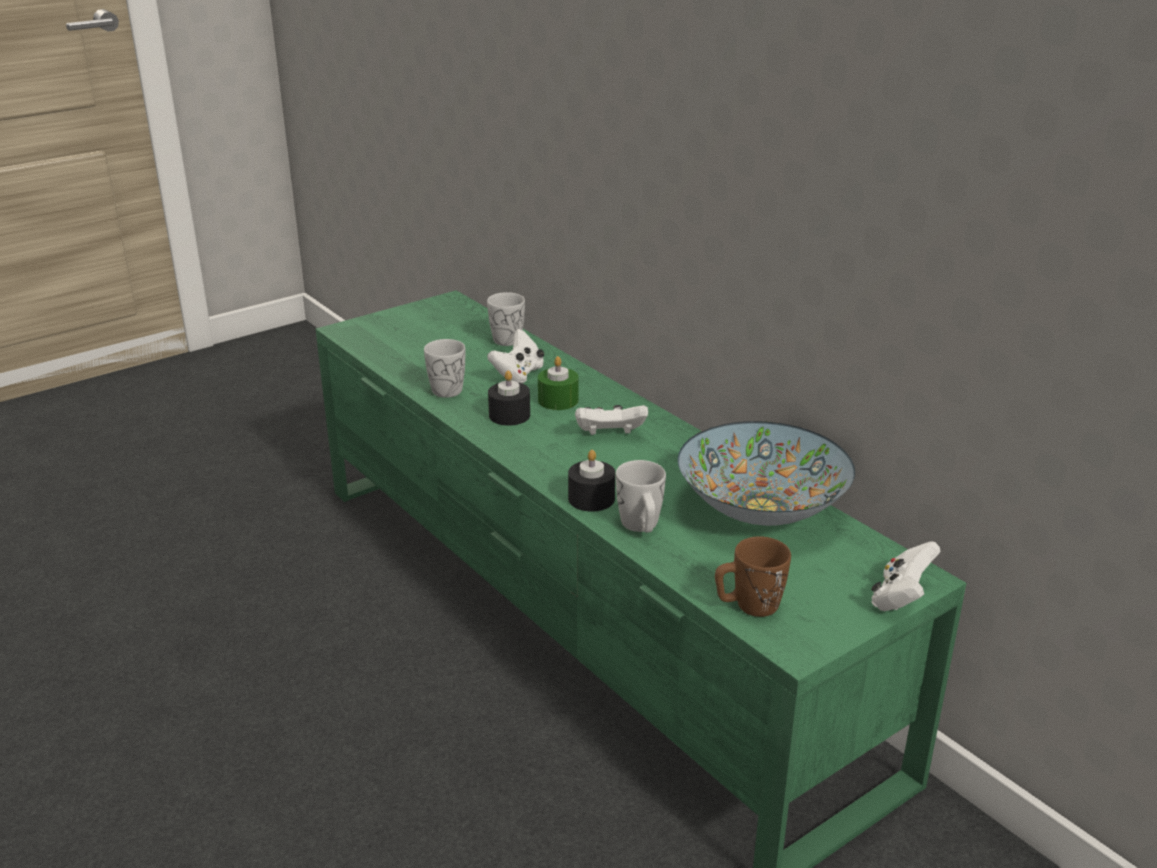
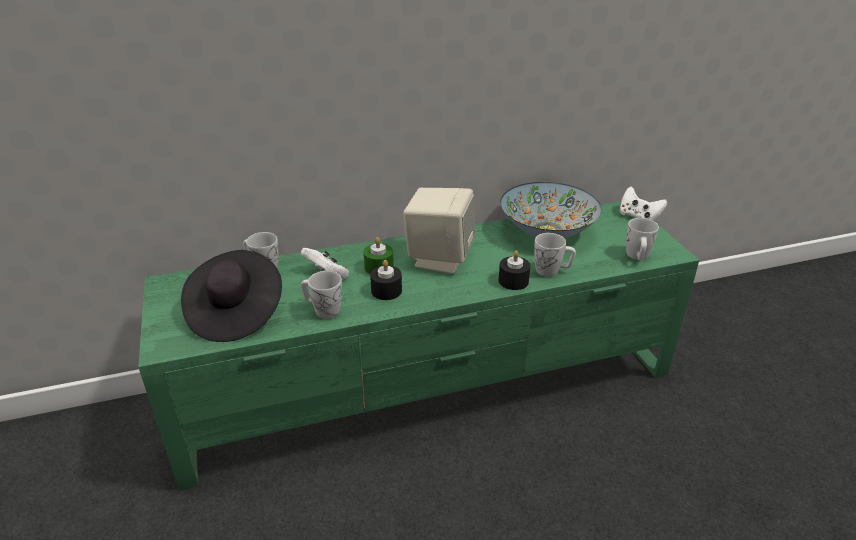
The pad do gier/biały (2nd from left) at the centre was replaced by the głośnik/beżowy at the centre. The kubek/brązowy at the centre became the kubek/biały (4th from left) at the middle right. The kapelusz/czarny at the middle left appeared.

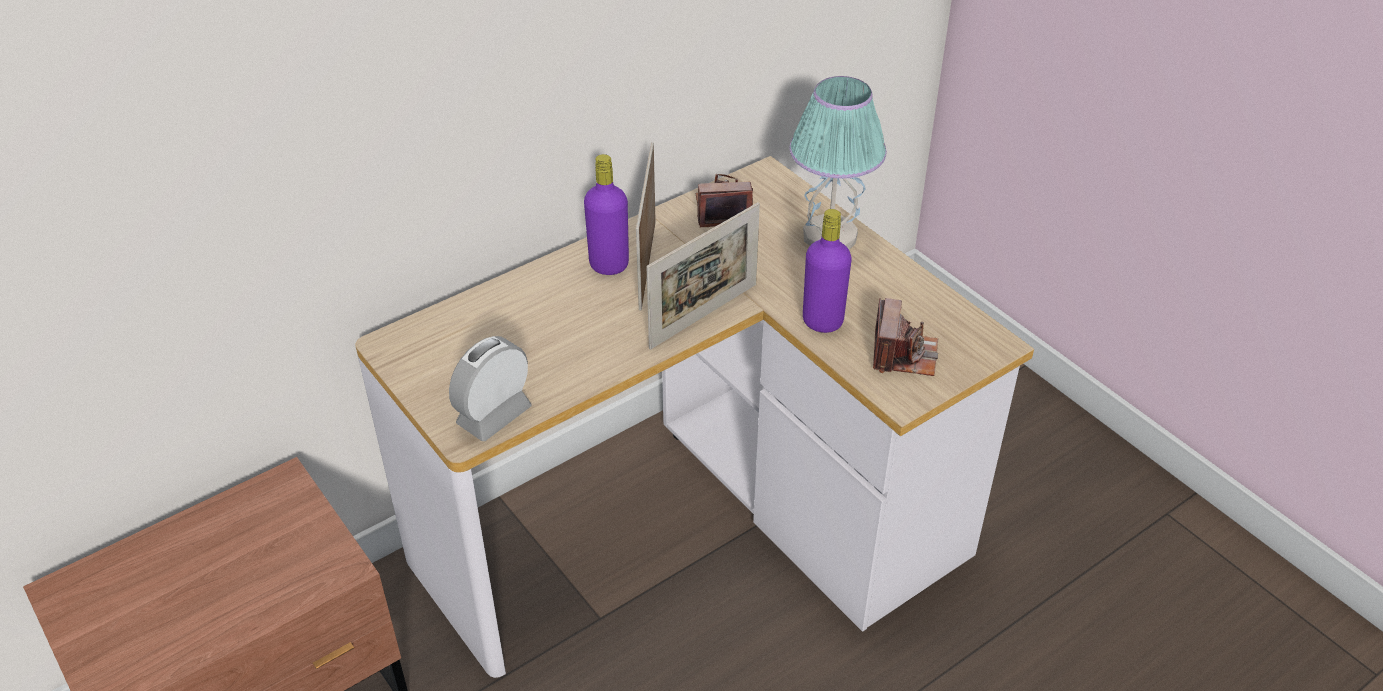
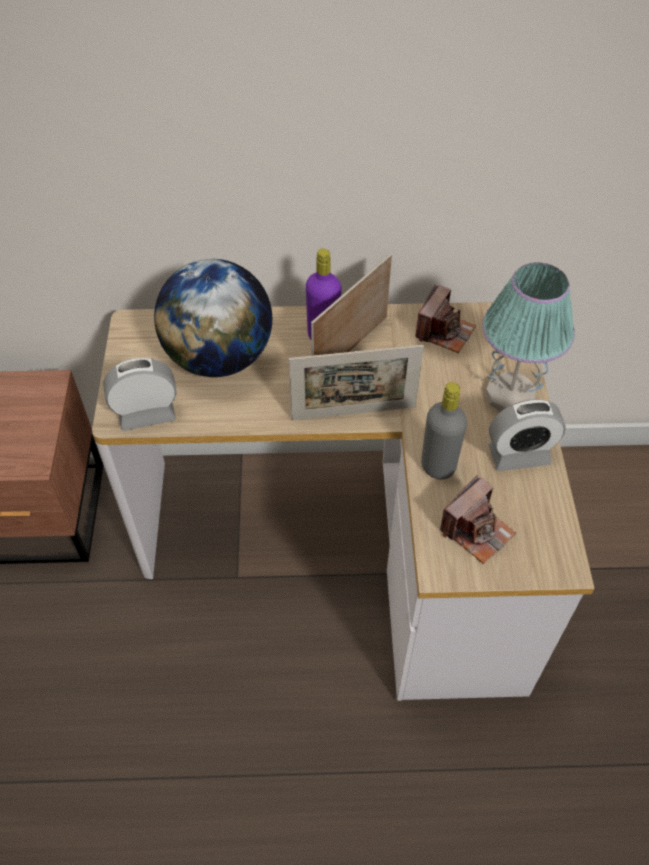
The aparat fotograficzny (1st from left) at the top centre turned 90 degrees clockwise. The butelka/fioletowy (2nd from left) at the centre became the butelka/szary at the middle right. The globus at the middle left appeared. The budzik (2nd from left) at the middle right appeared.

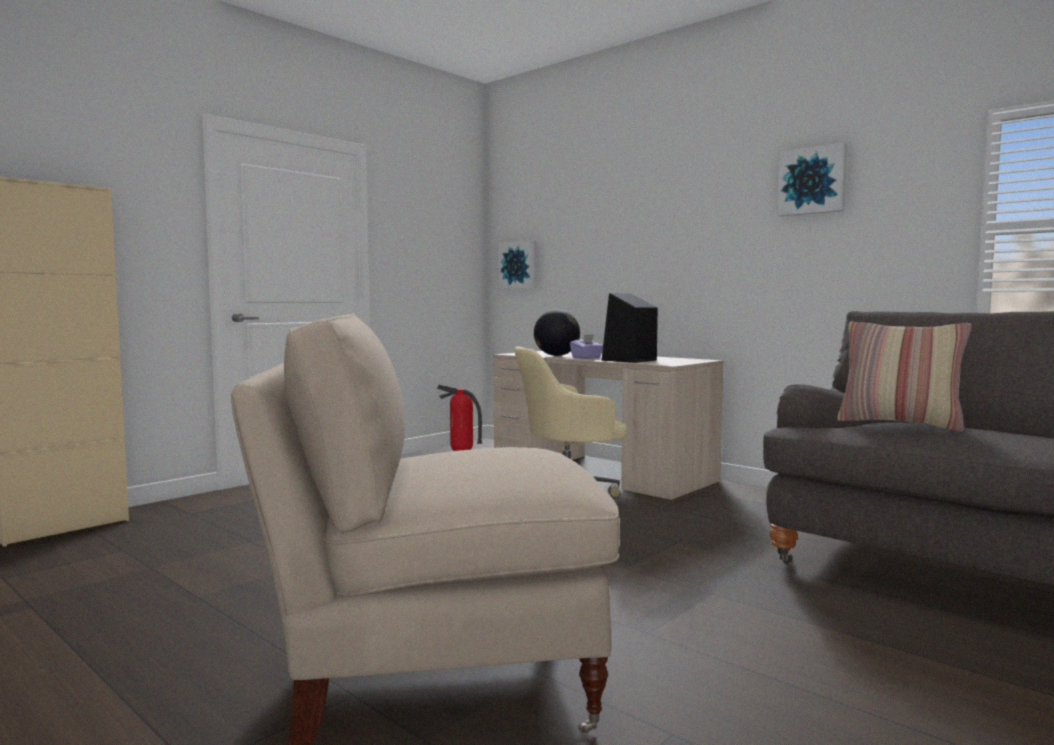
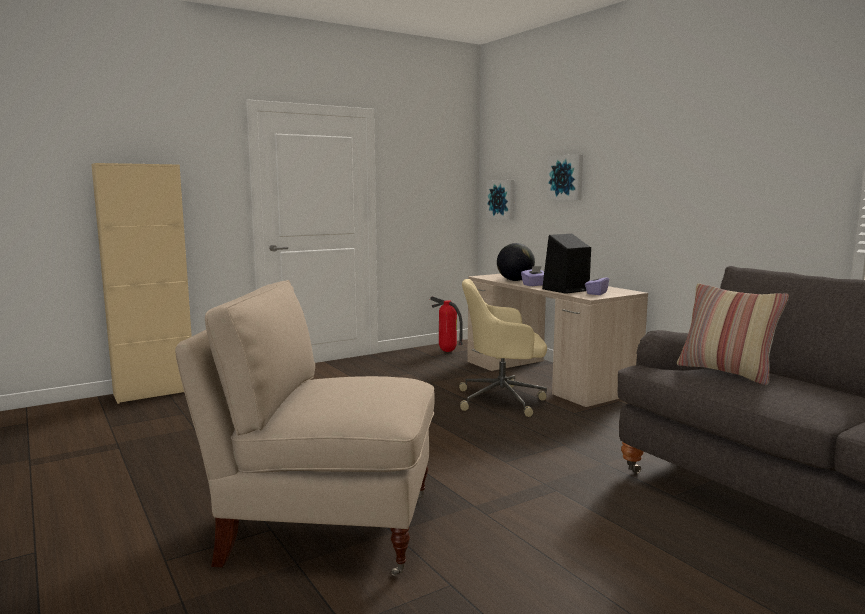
The obraz (2nd from left) moved from the top right to the top centre. The pudełko chusteczek/fioletowy (2nd from left) at the middle right appeared.

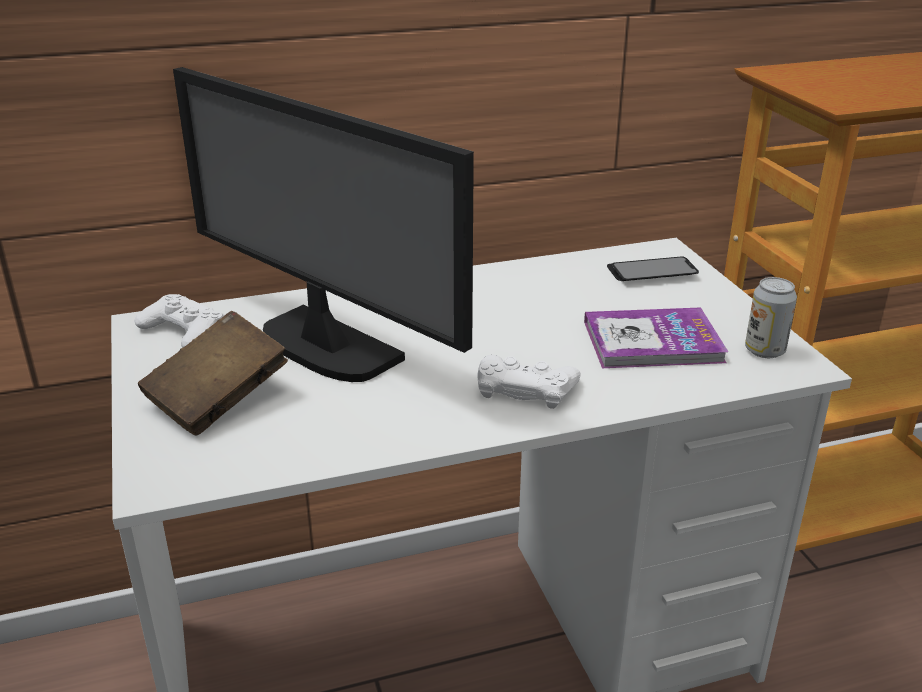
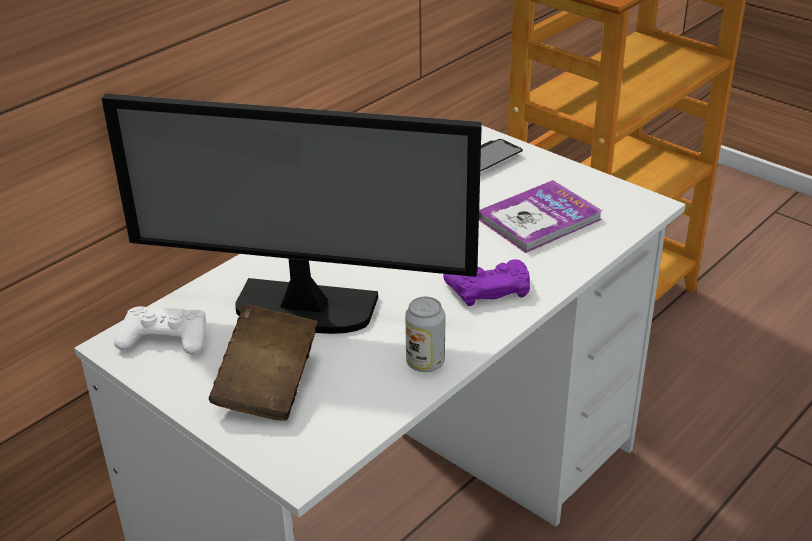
The pad do gier/biały (2nd from left) at the centre became the pad do gier/fioletowy at the centre. The puszka moved from the middle right to the centre.

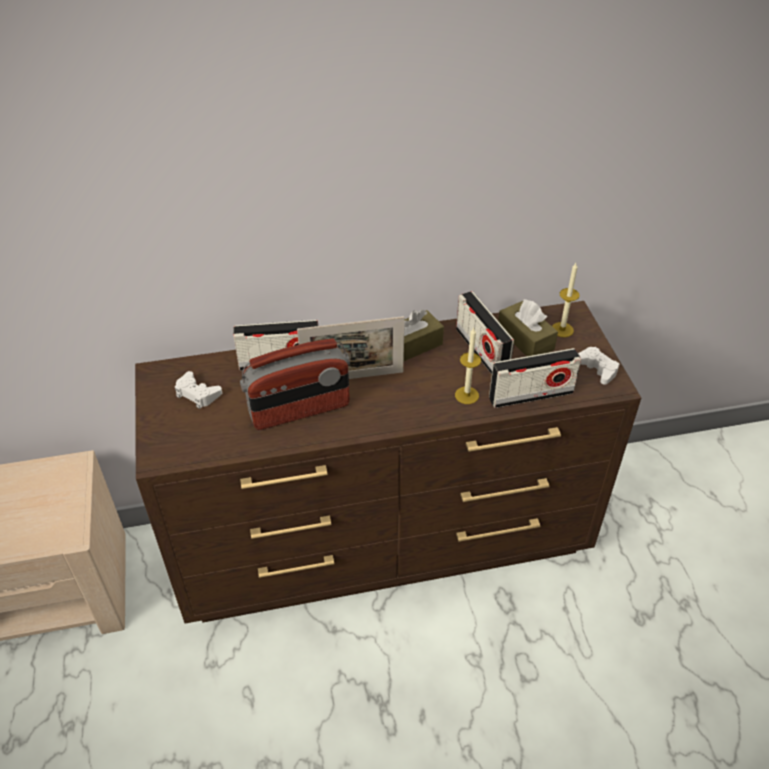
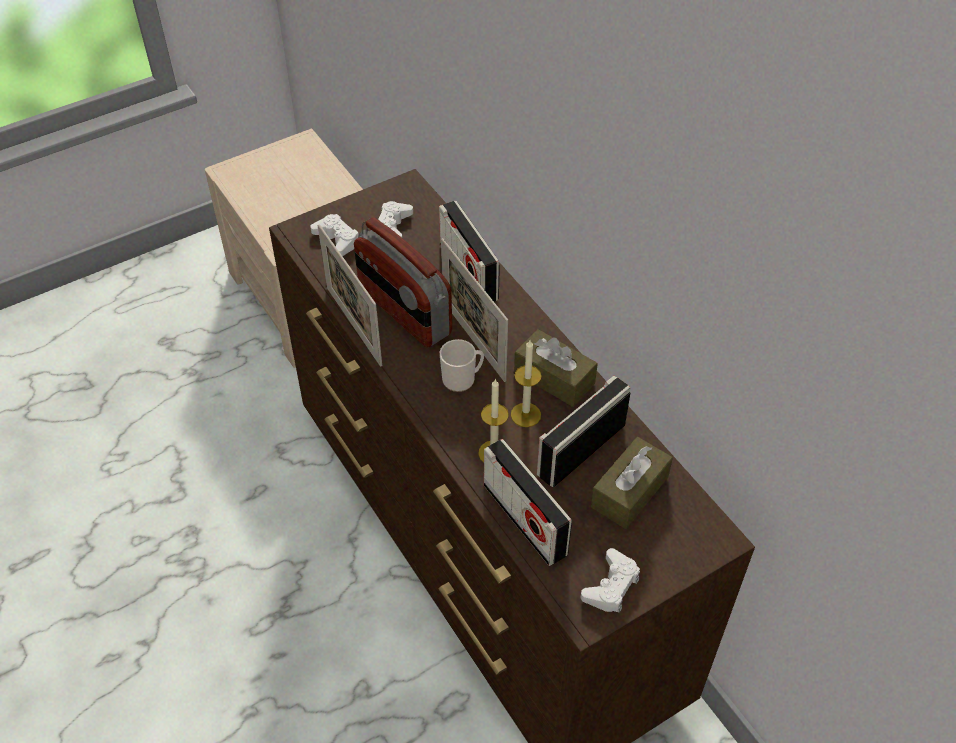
The świeca (2nd from left) moved from the middle right to the centre. The pad do gier/biały (1st from left) at the top centre appeared. The ramka na zdjęcie (1st from left) at the centre appeared. The kubek at the centre appeared.

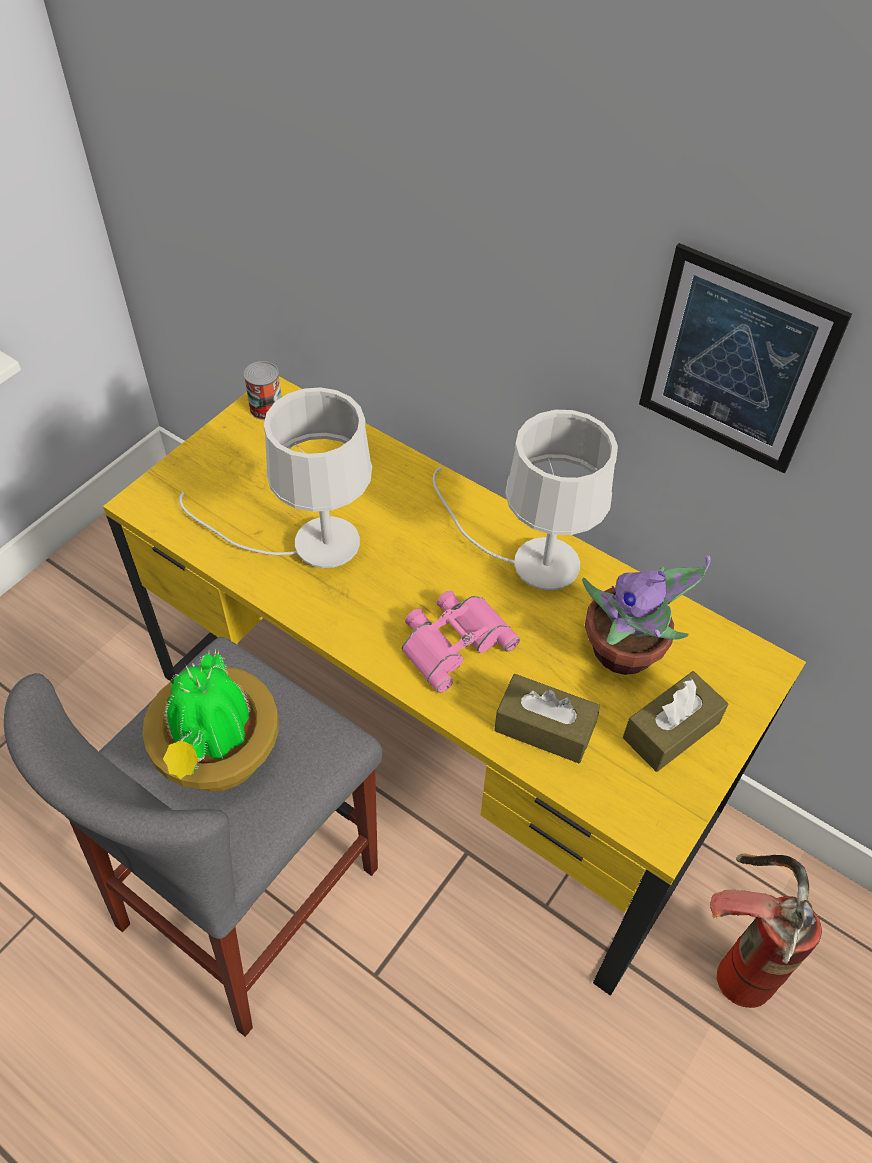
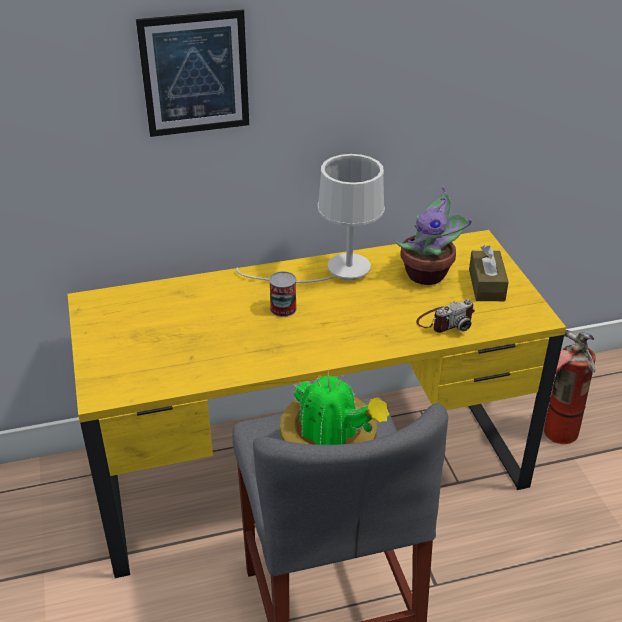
The lampa stołowa/biały (1st from left) at the middle left disappeared. The puszka moved from the middle left to the centre. The lornetka/różowy at the centre disappeared. The pudełko chusteczek/brązowy (1st from left) at the centre was replaced by the aparat fotograficzny at the middle right. The obraz moved from the top right to the top left.

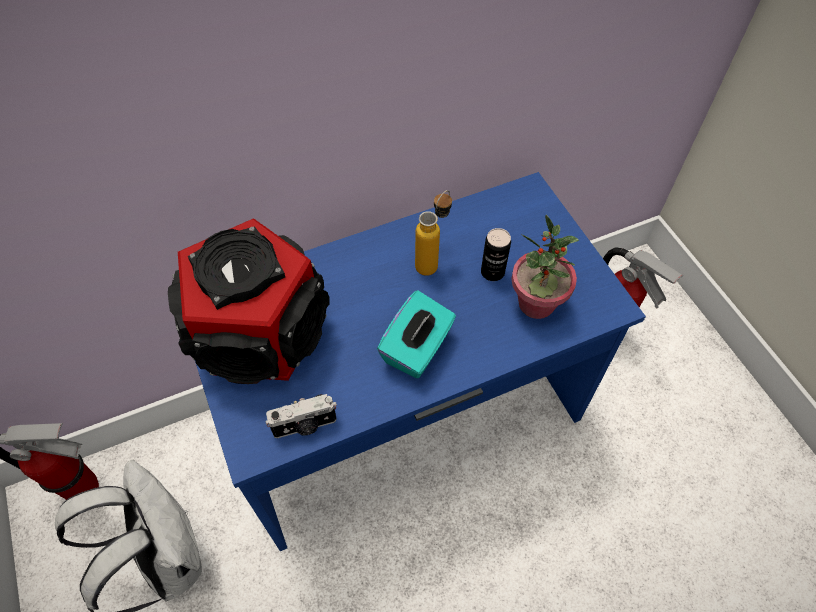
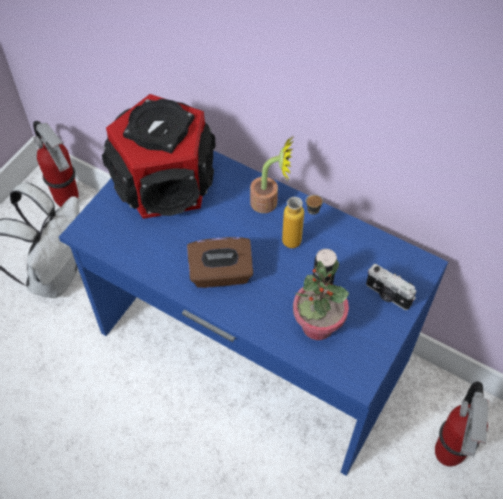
The aparat fotograficzny moved from the bottom centre to the middle right. The pudełko chusteczek/turkusowy at the centre became the pudełko chusteczek/brązowy at the centre. The roślina doniczkowa (1st from left) at the centre appeared.

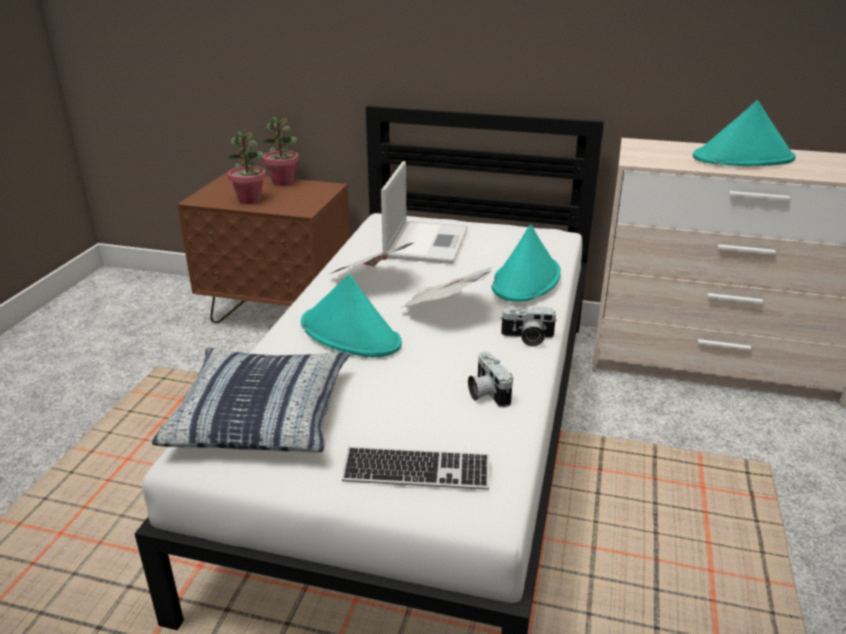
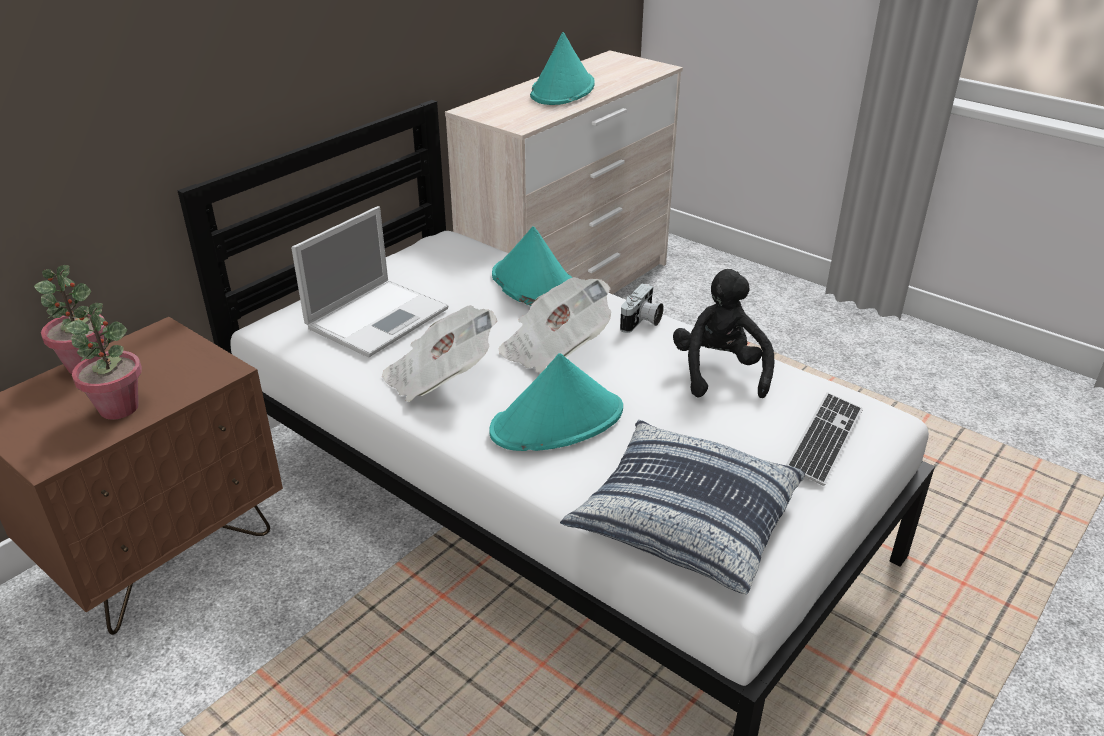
The laptop at the centre turned 90 degrees clockwise. The aparat fotograficzny (1st from left) at the centre was replaced by the pluszak/czarny at the centre.

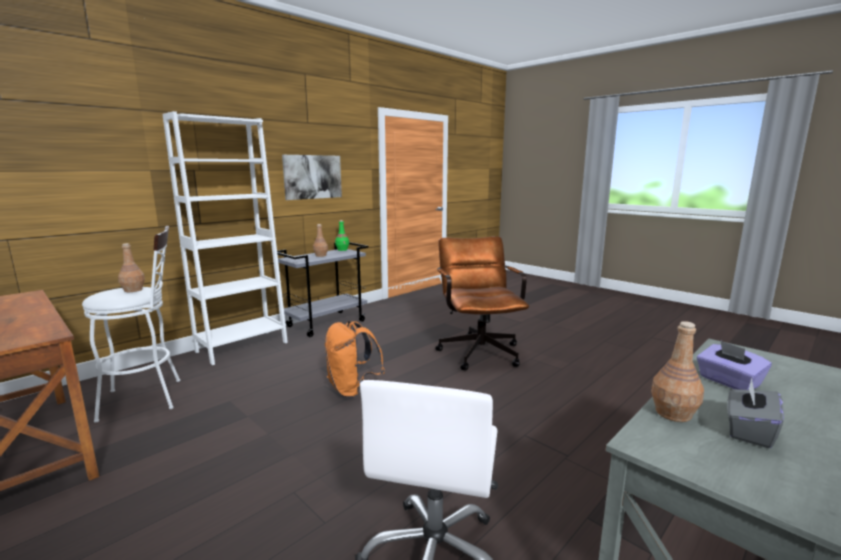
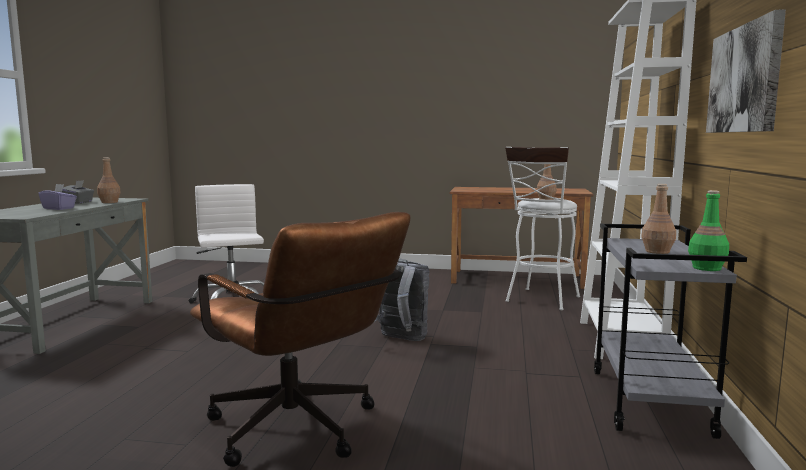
The plecak/pomarańczowy at the centre became the plecak/szary at the centre.

